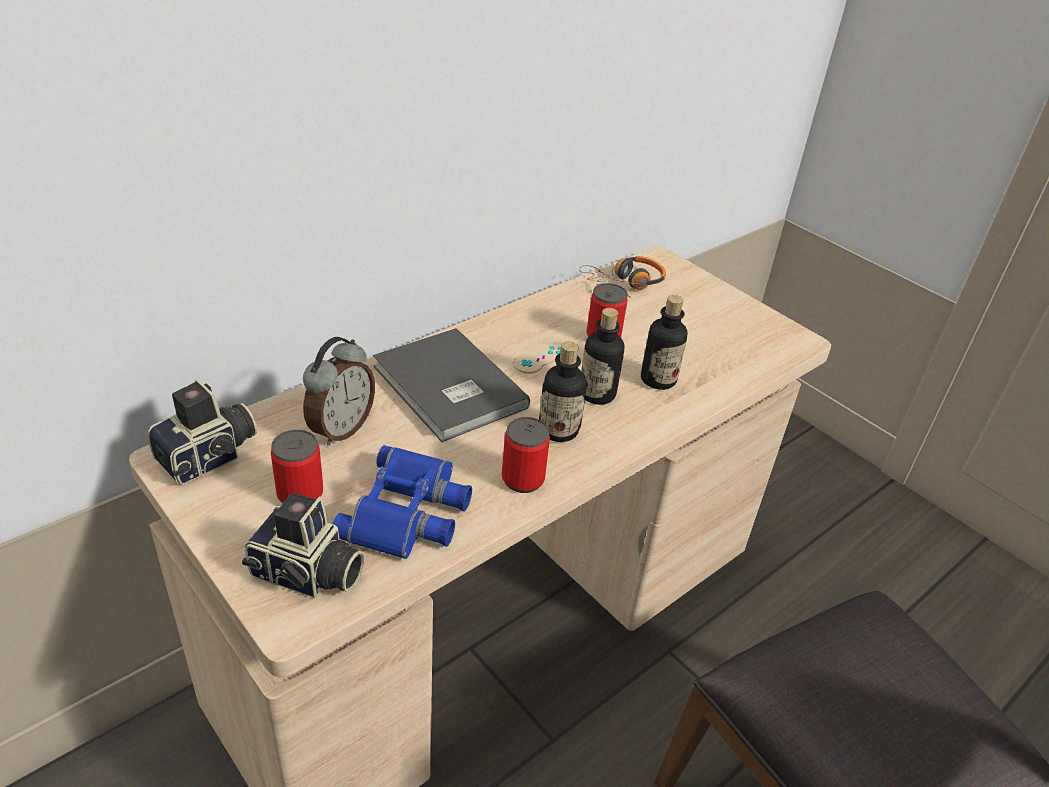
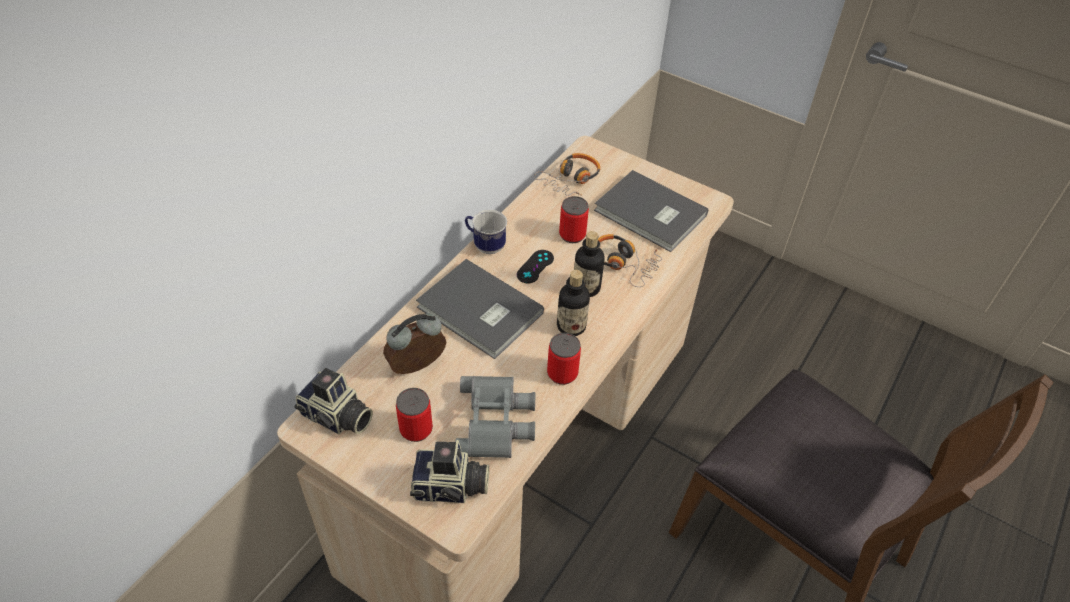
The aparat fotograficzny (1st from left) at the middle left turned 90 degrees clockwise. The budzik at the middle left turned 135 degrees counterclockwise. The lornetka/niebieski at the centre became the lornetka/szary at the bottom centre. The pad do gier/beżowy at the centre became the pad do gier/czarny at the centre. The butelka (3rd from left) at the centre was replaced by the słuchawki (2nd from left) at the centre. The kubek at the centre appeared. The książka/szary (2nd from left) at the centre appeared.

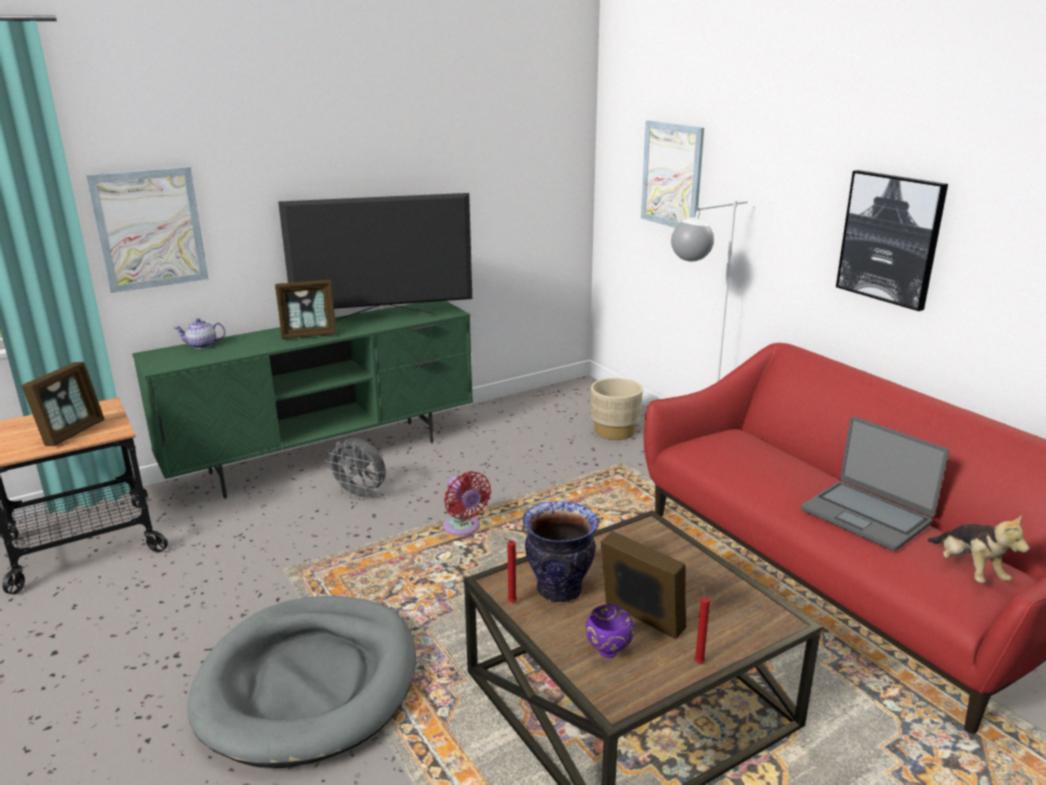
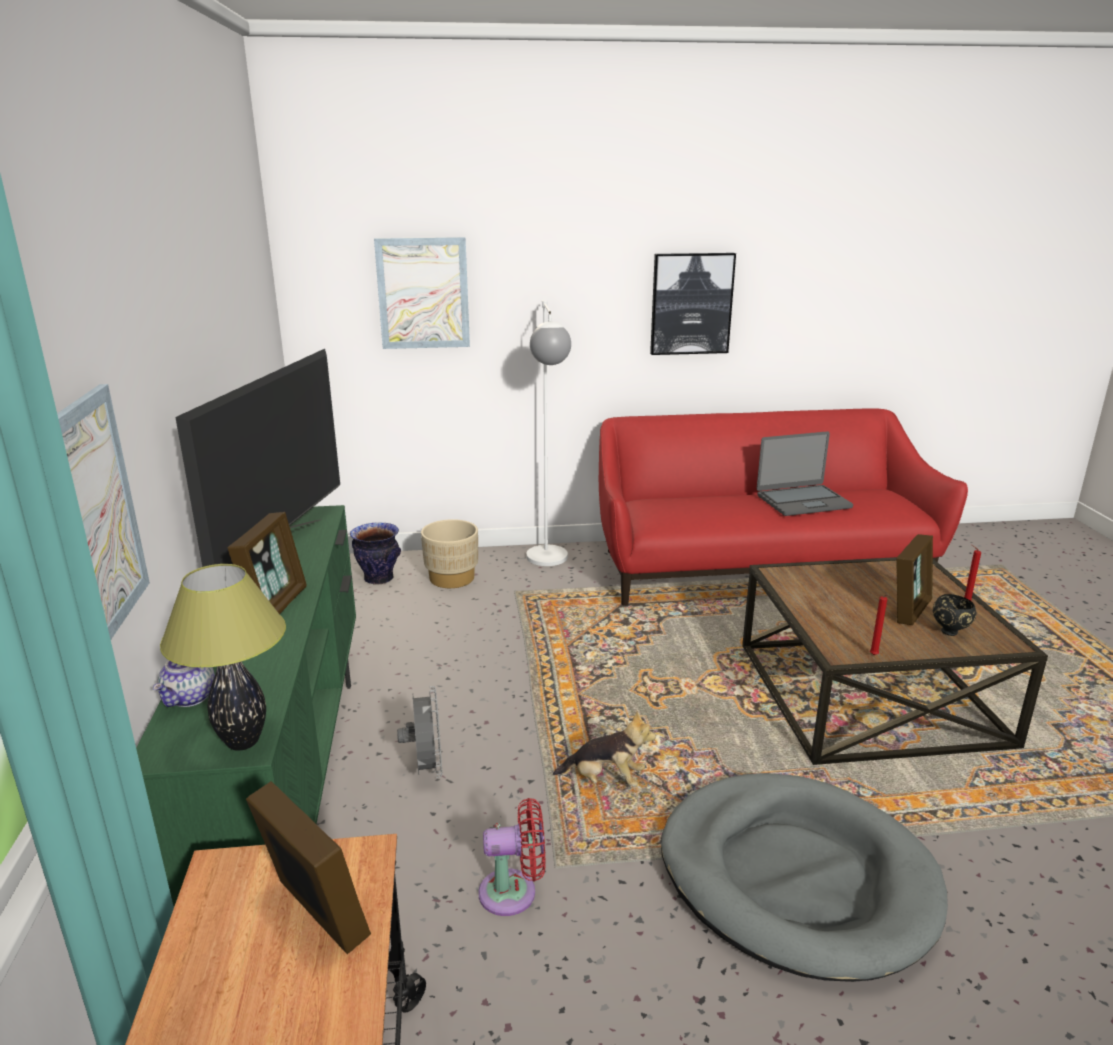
The wentylator/szary at the centre turned 60 degrees counterclockwise. The wentylator/czerwony moved from the centre to the bottom centre. The wazon moved from the bottom centre to the centre. The miska/fioletowy at the bottom centre became the miska/czarny at the middle right. The ramka na zdjęcie (3rd from left) at the bottom centre turned 150 degrees clockwise. The pluszak moved from the bottom right to the bottom centre. The lampa stołowa at the middle left appeared.

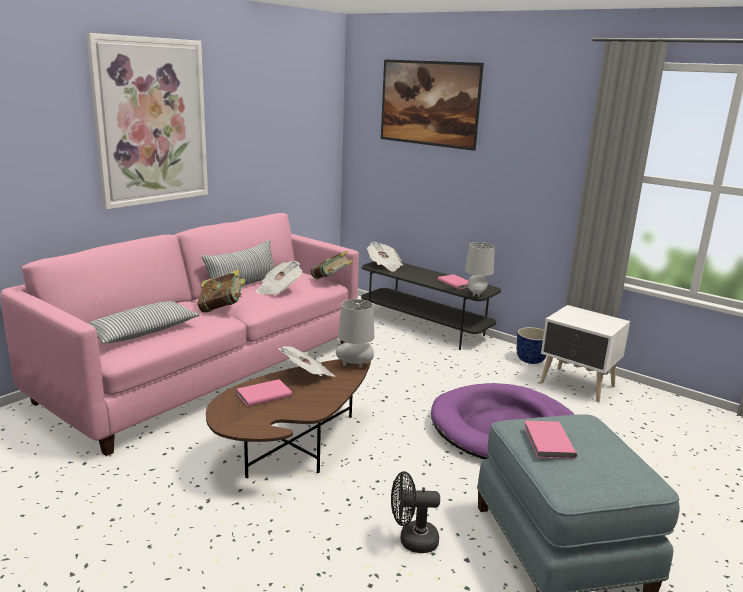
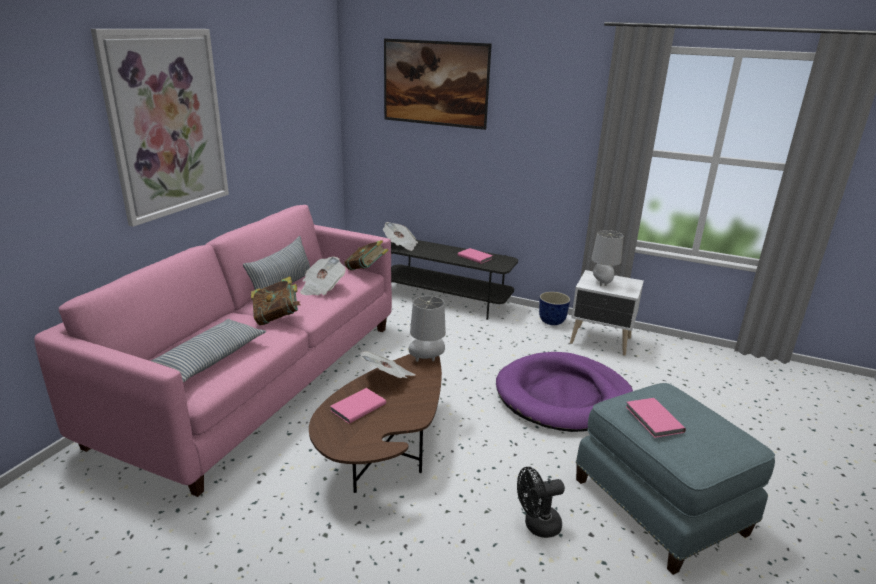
The lampa stołowa/szary (2nd from left) moved from the centre to the middle right.

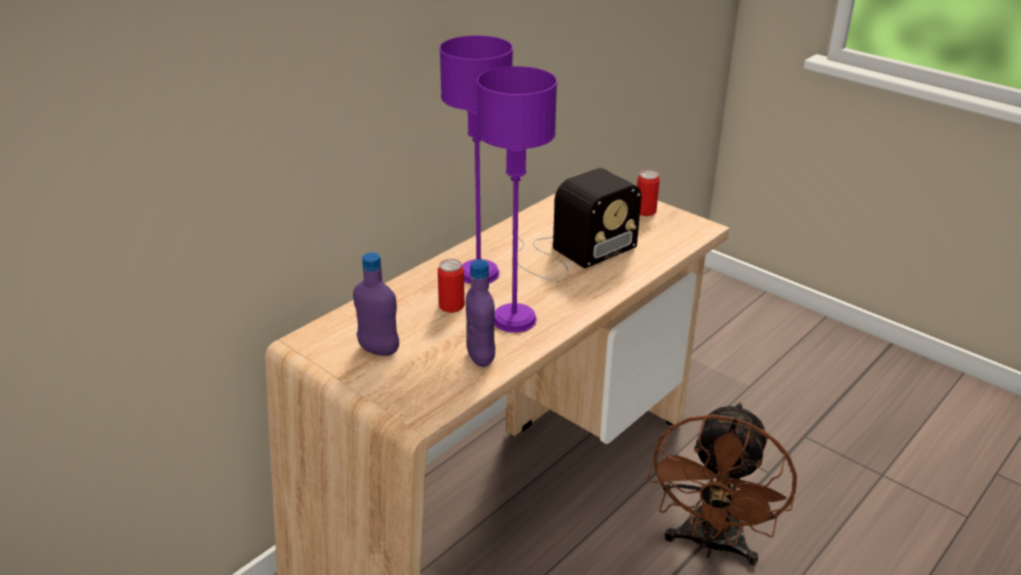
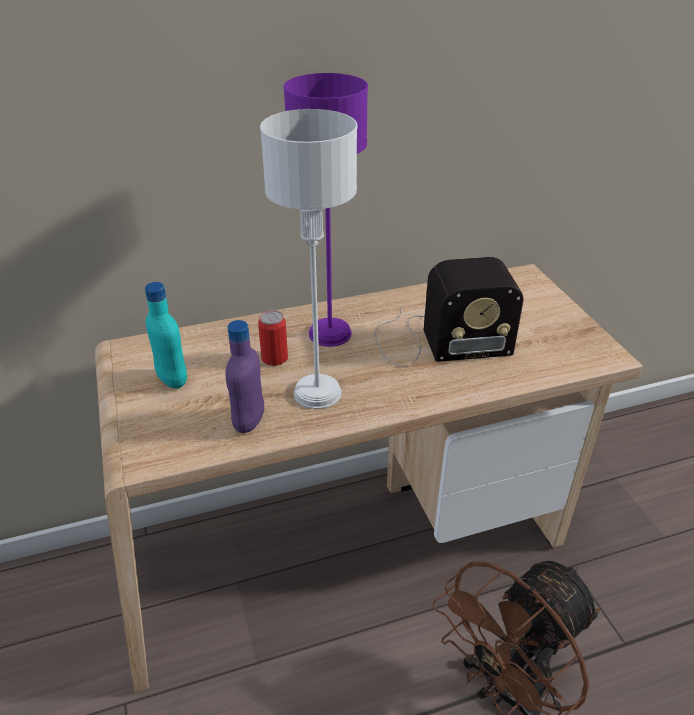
The butelka/fioletowy (1st from left) at the centre became the butelka/turkusowy at the middle left. The lampa stołowa/fioletowy (2nd from left) at the centre became the lampa stołowa/biały at the centre. The puszka (2nd from left) at the centre disappeared.

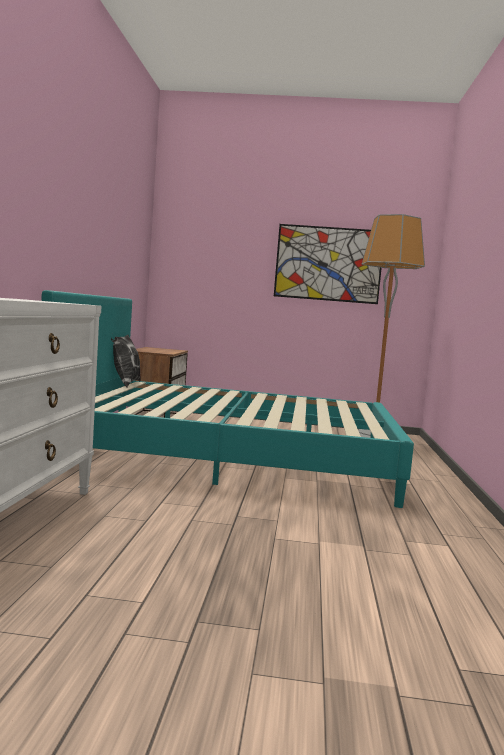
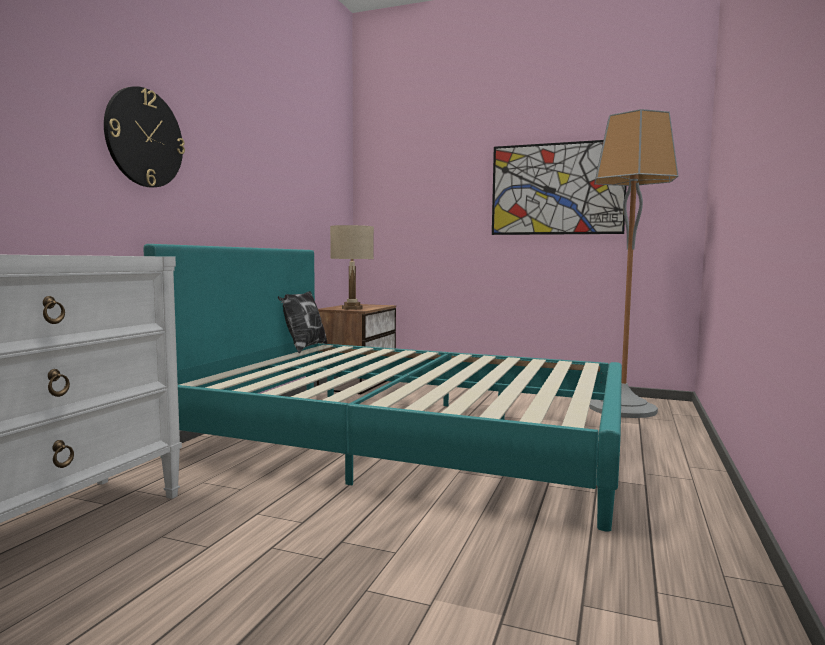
The zegar ścienny at the top left appeared. The lampa stołowa/beżowy at the centre appeared.

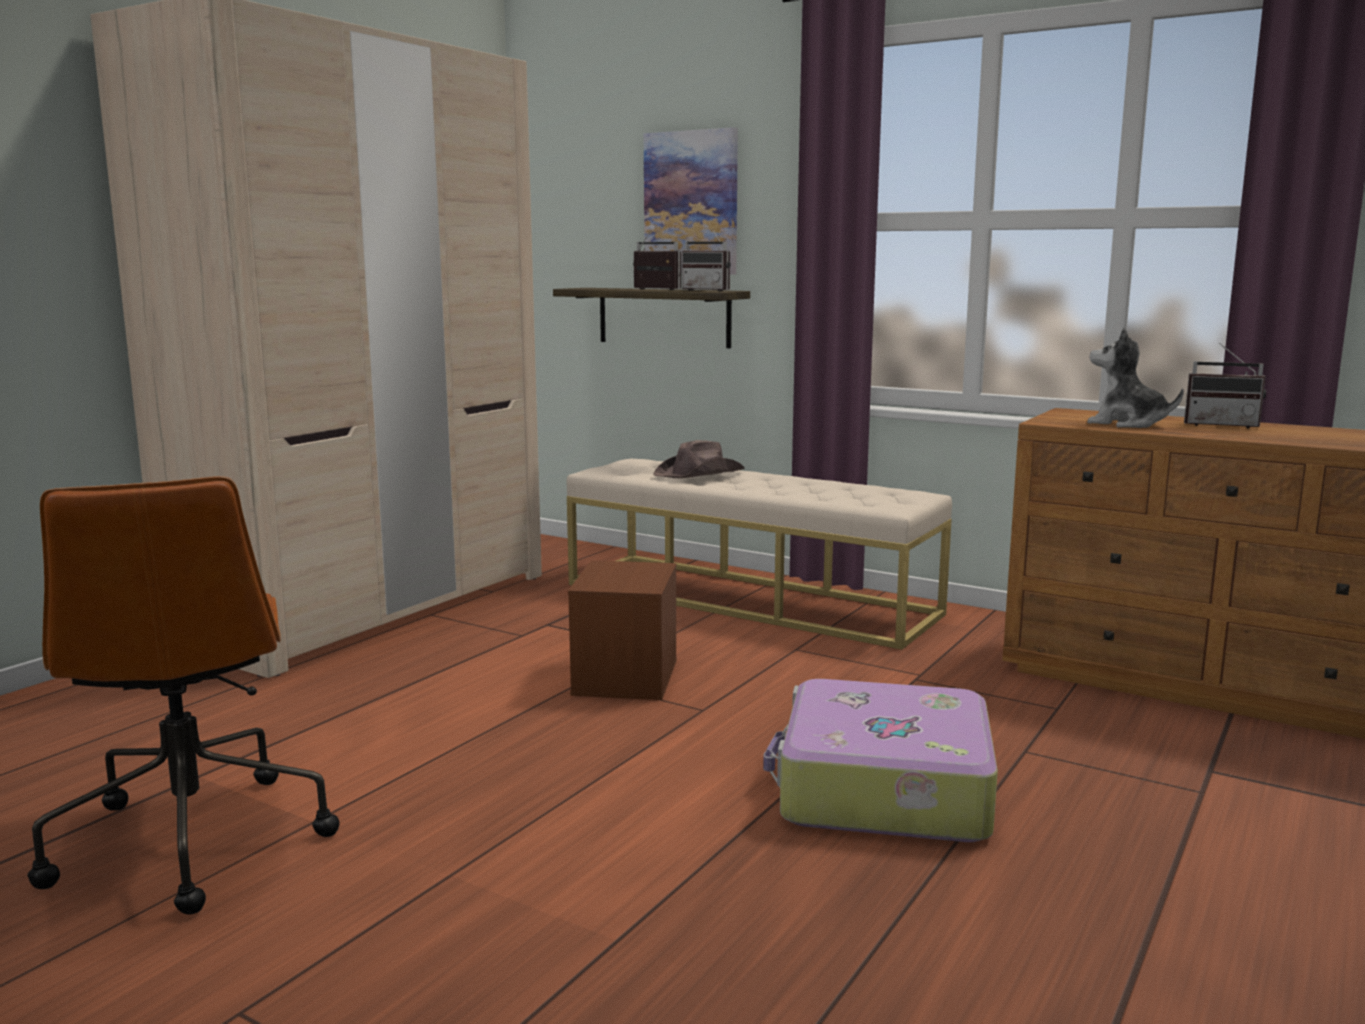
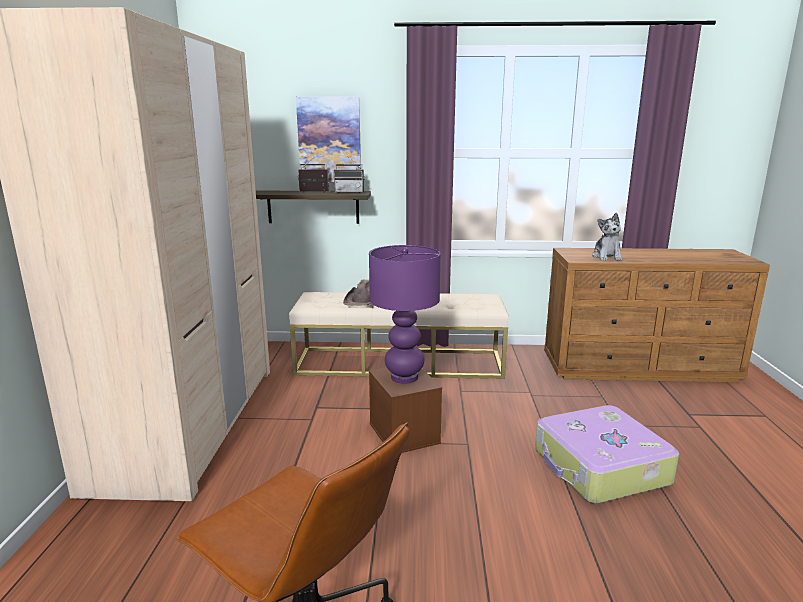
The pluszak at the middle right turned 90 degrees counterclockwise. The radio (3rd from left) at the middle right disappeared. The lampa stołowa/fioletowy at the centre appeared.

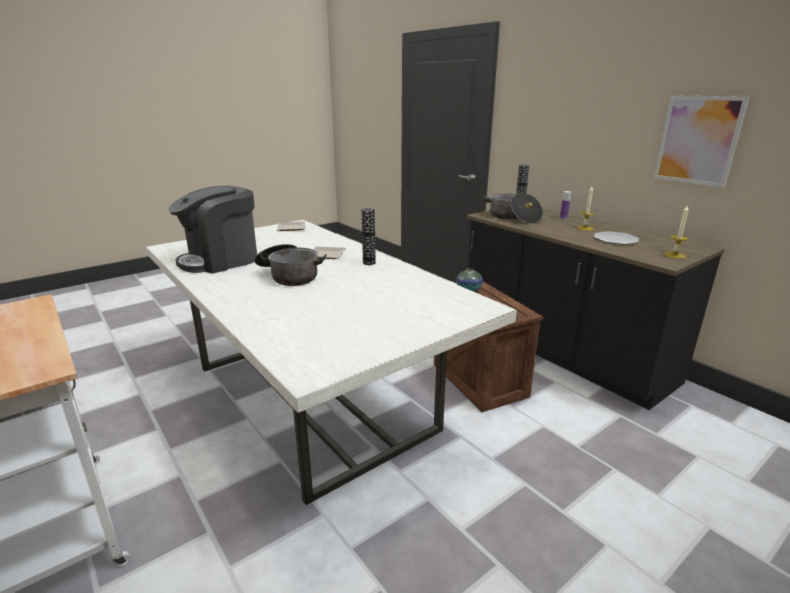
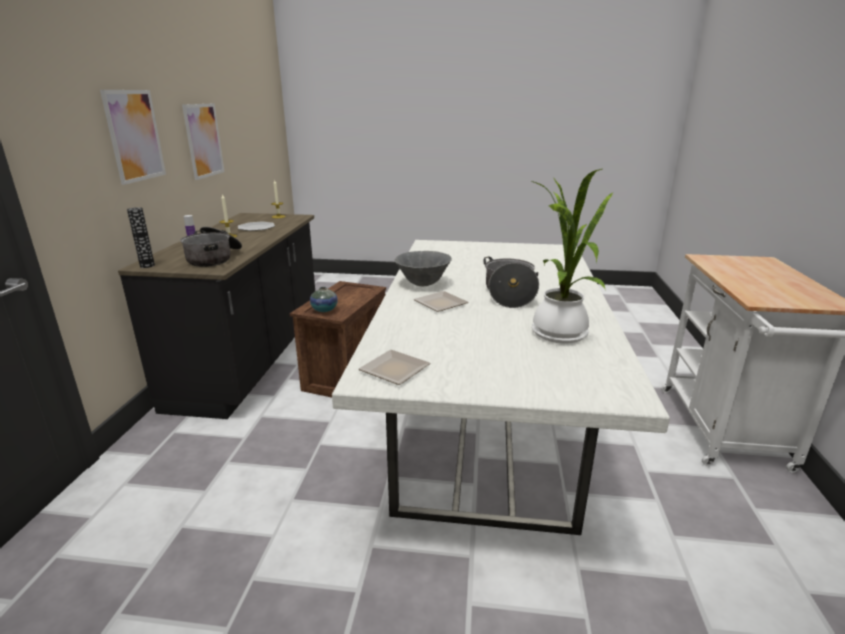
The ekspres do kawy at the middle left was replaced by the roślina doniczkowa at the middle right. The wazon (1st from left) at the centre was replaced by the miska/szary at the centre. The obraz (1st from left) at the top left appeared.

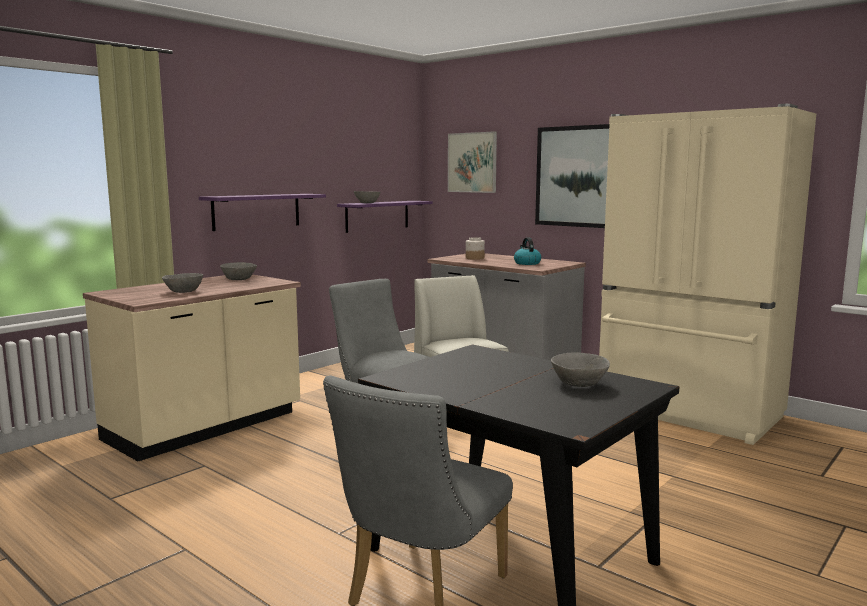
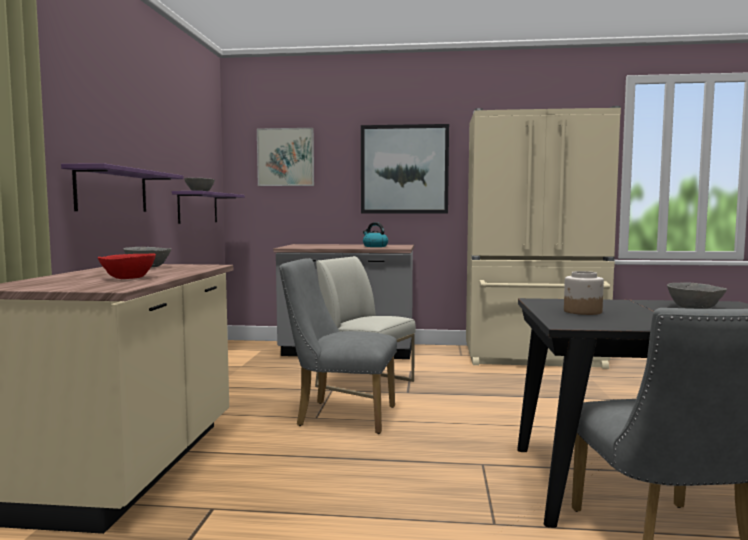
The miska/szary (1st from left) at the middle left became the miska/czerwony at the middle left. The słoik moved from the centre to the middle right.

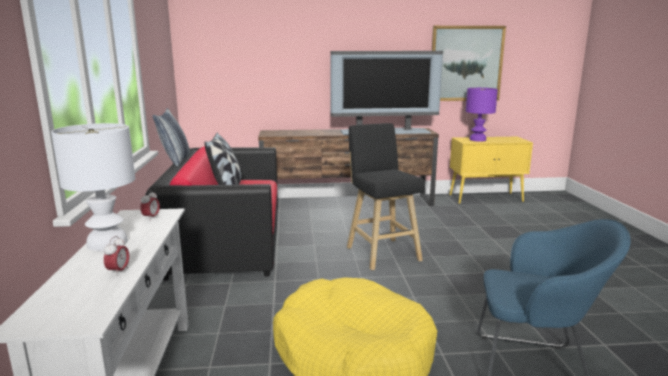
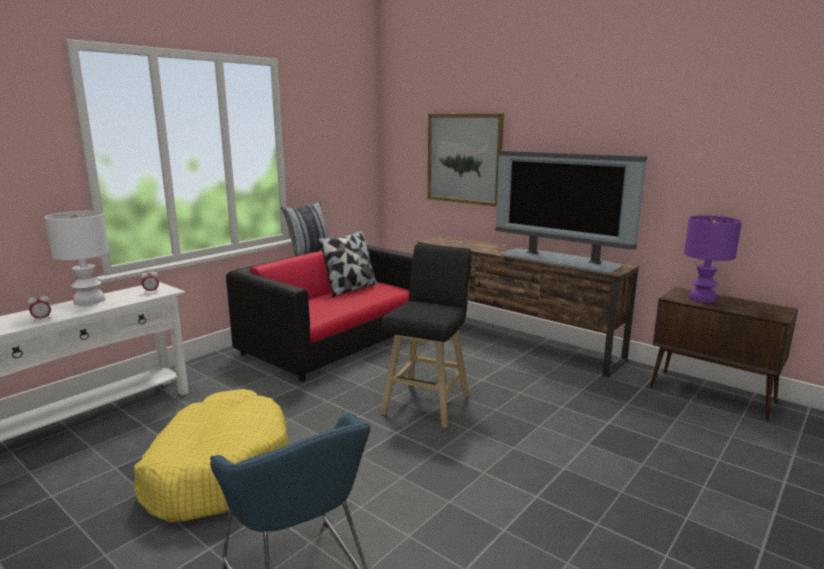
The obraz moved from the top right to the top centre. The szafka/żółty at the middle right became the szafka/brązowy at the middle right.

